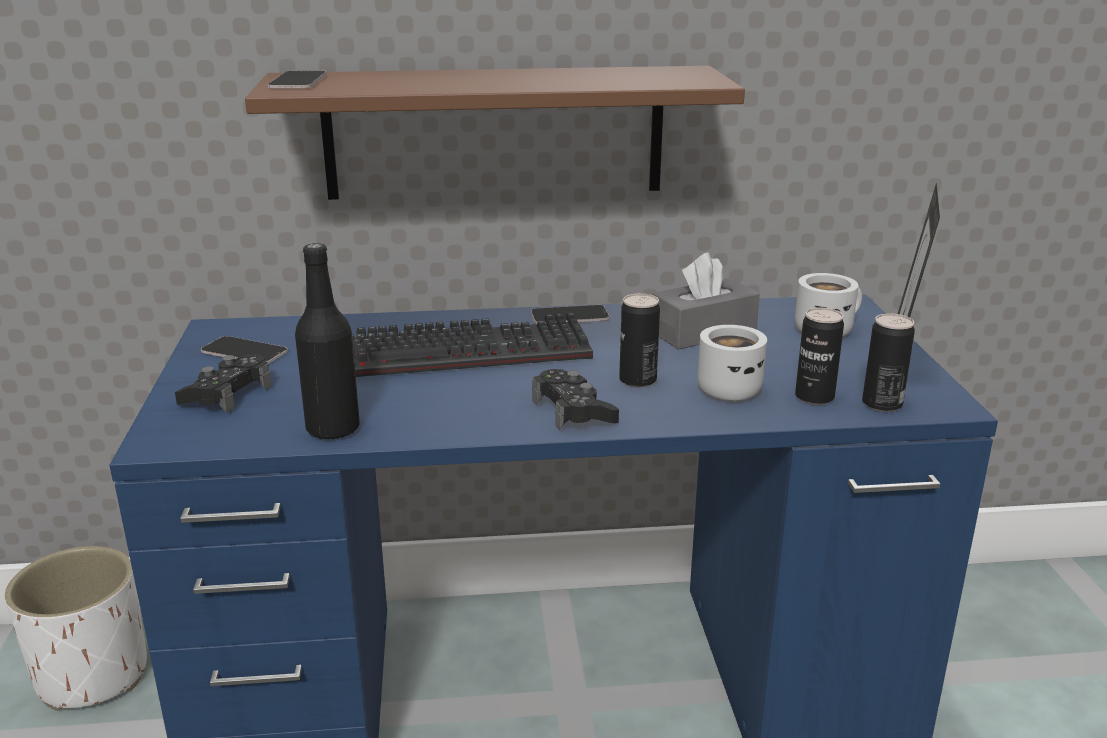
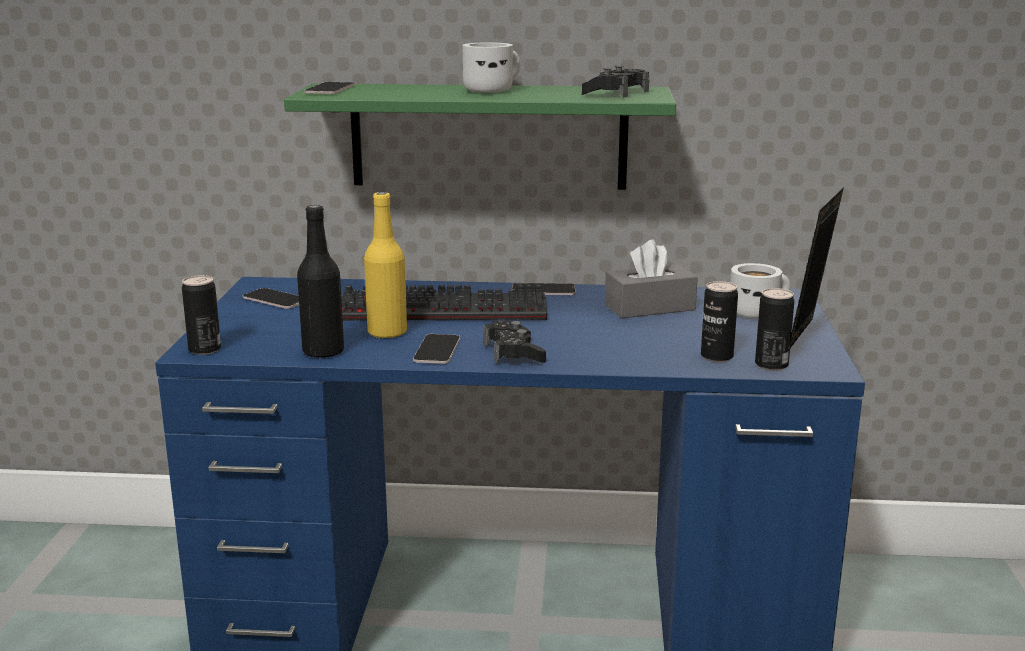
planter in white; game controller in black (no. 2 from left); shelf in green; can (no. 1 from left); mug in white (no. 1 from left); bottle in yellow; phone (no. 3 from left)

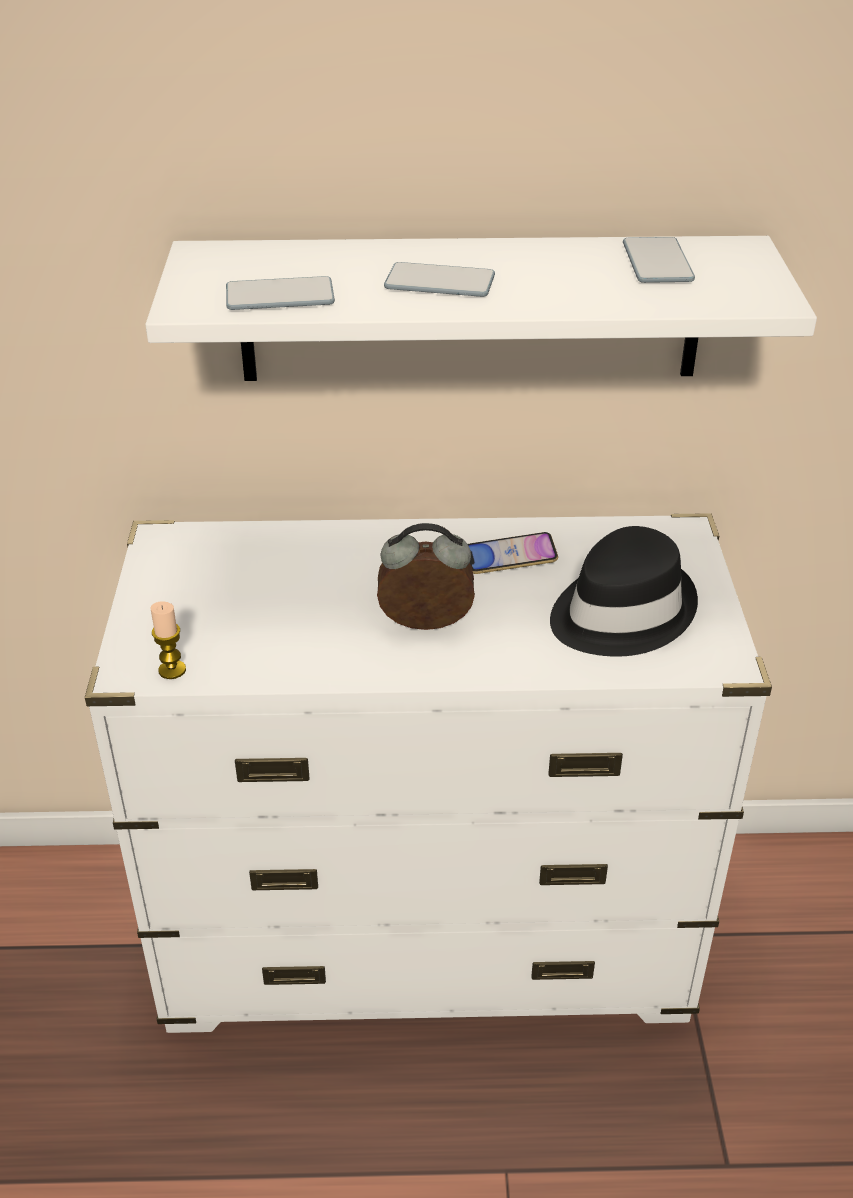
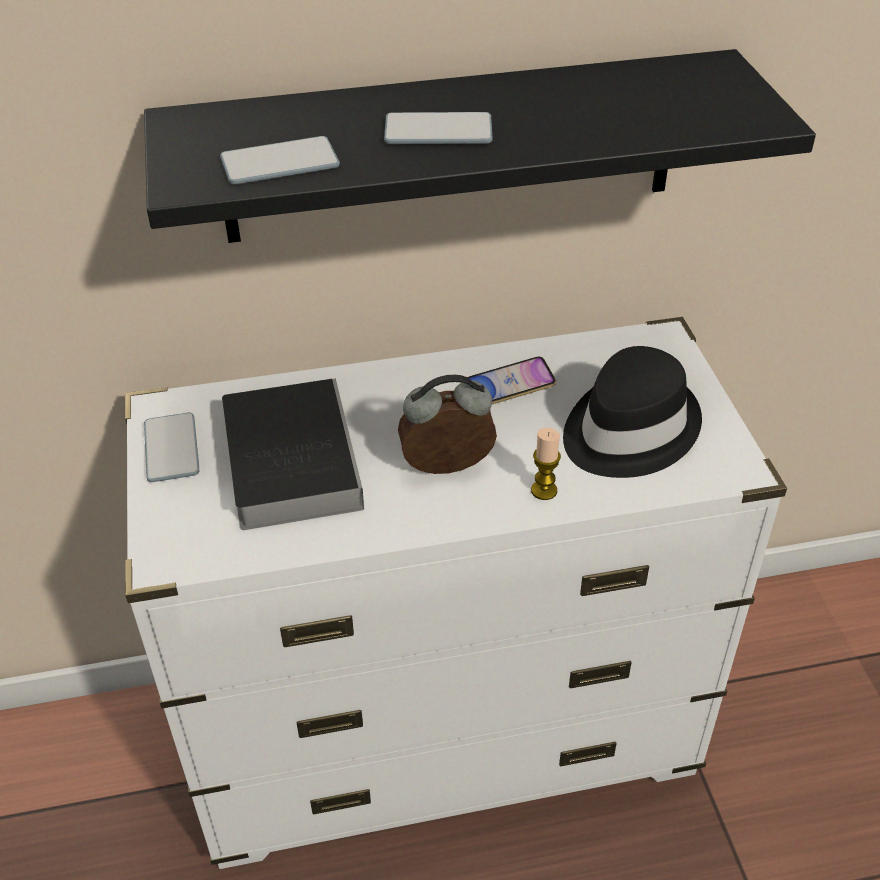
shelf in black; candle; phone (no. 1 from left); book

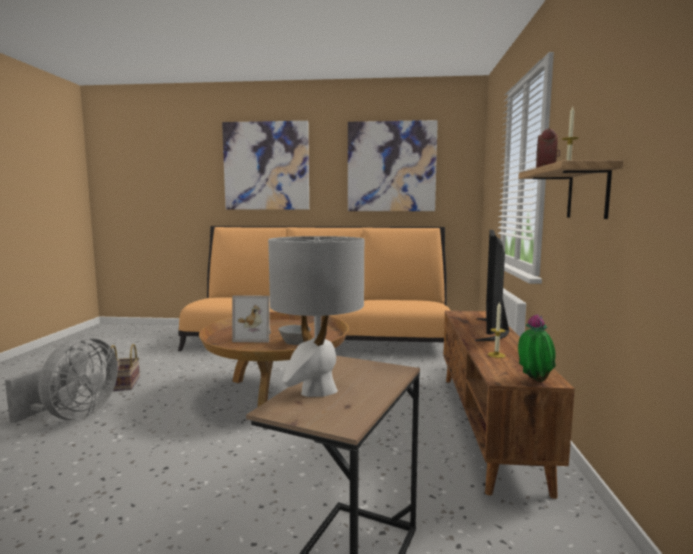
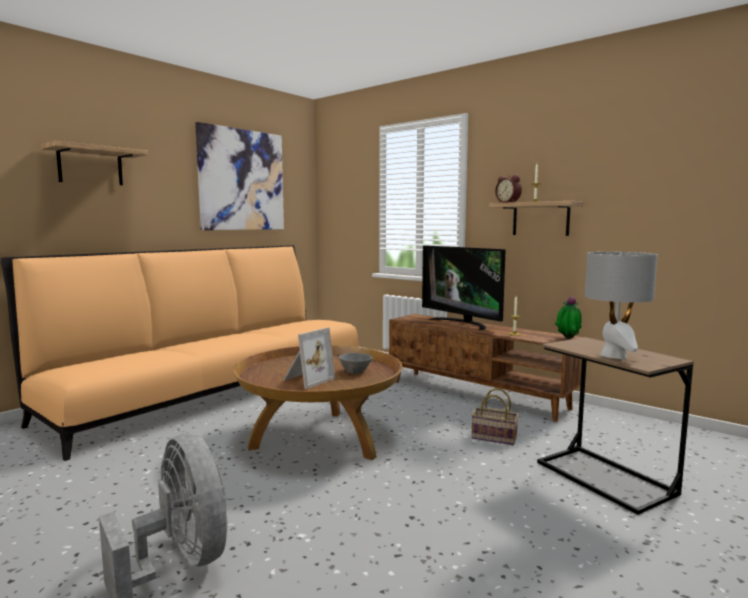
basket; shelf (no. 1 from left)

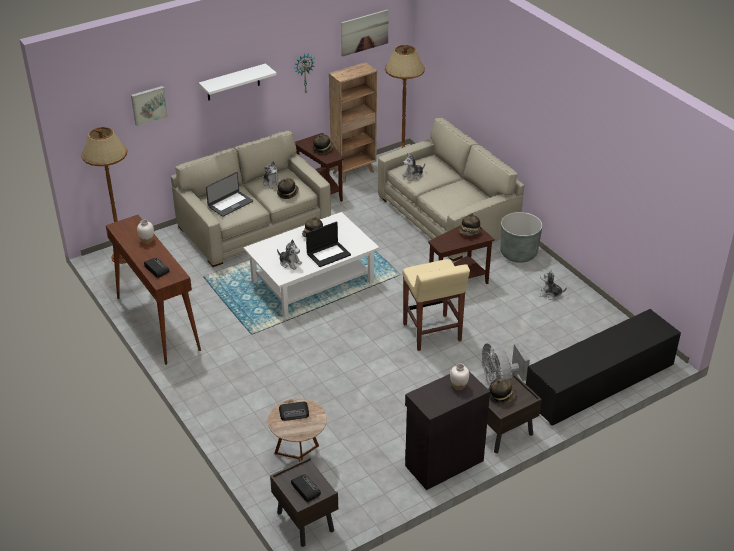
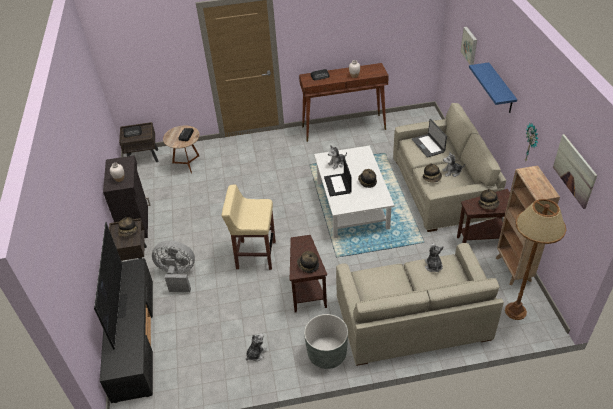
floor lamp in brown (no. 1 from left in the first image); shelf in blue; television

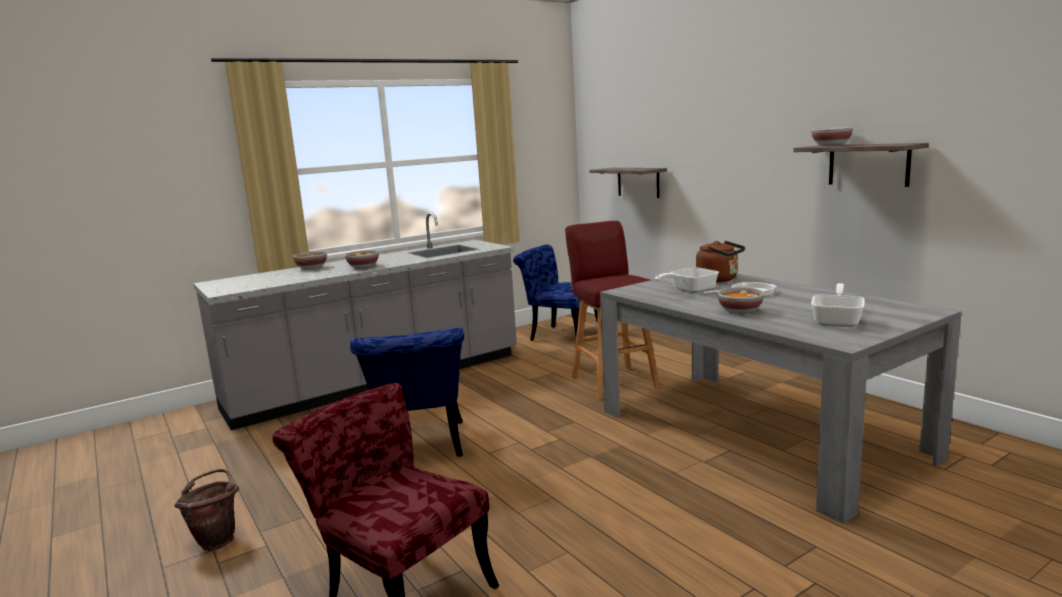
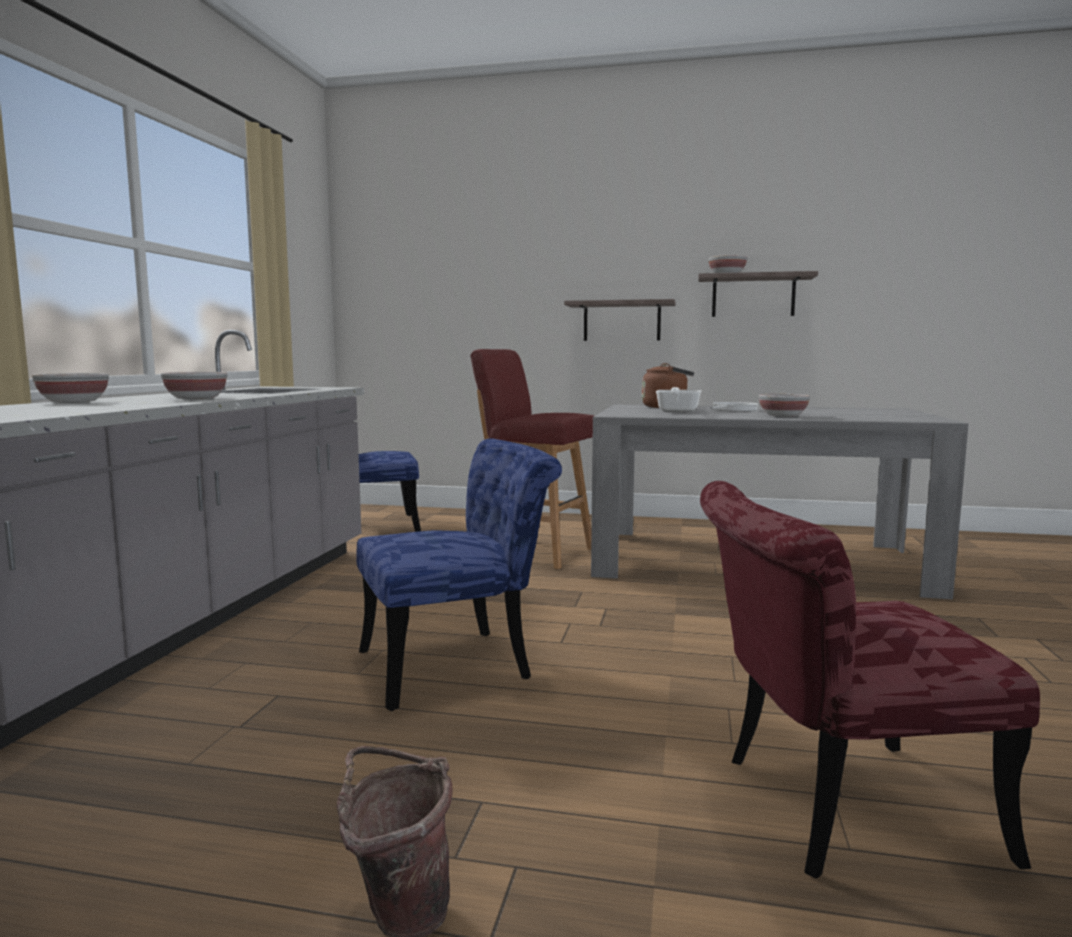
chair in blue (no. 2 from left); shelf (no. 1 from left); frying pan (no. 3 from left in the first image)

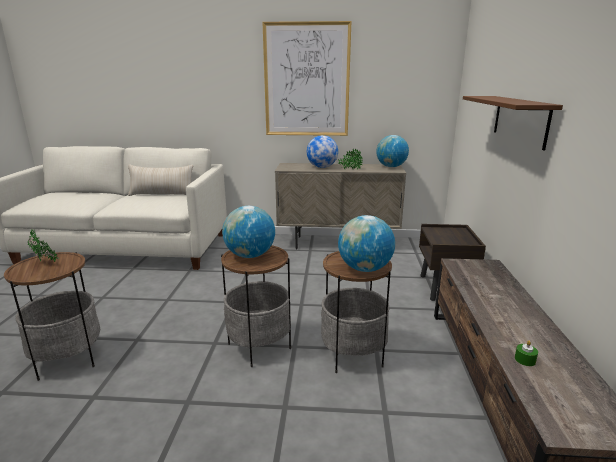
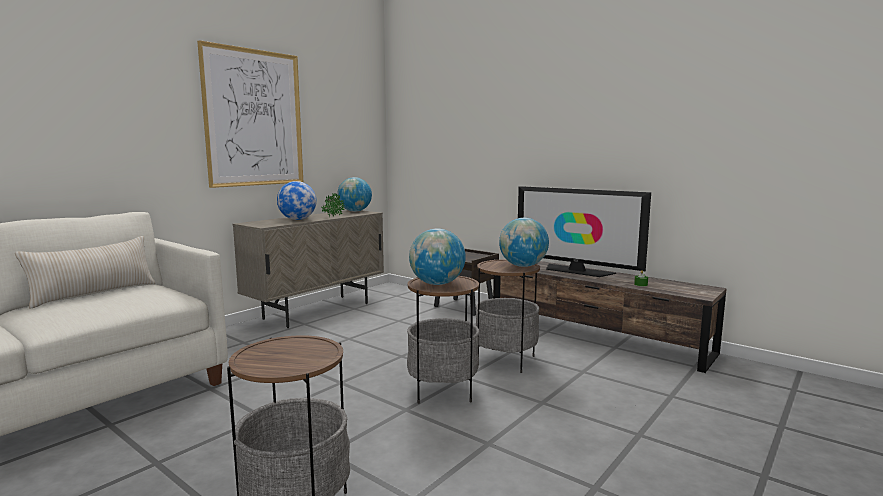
potted plant (no. 1 from left in the first image); shelf in brown; television

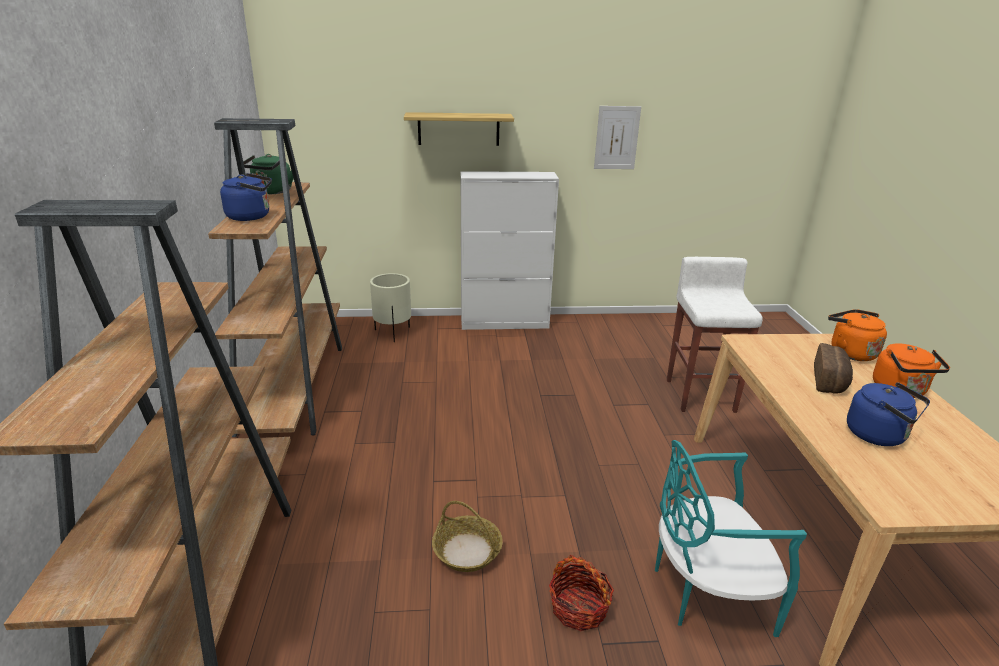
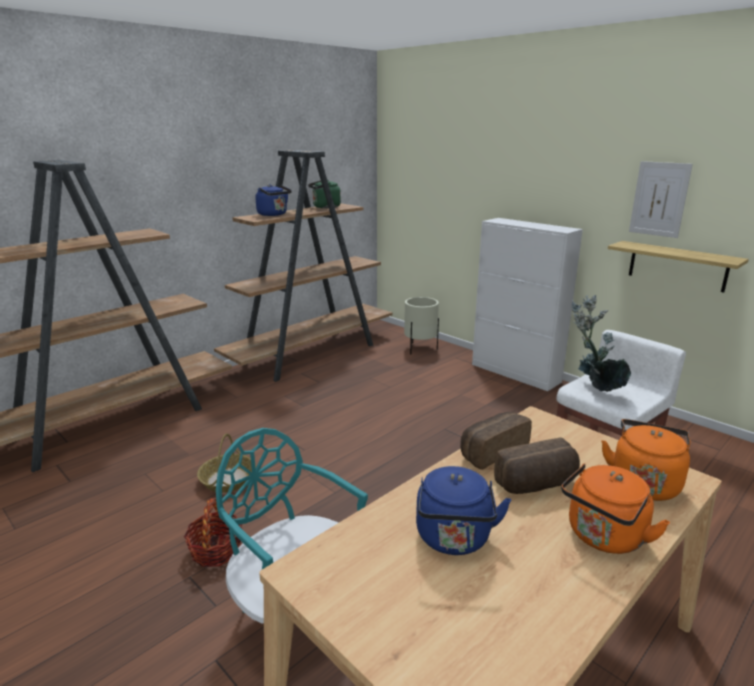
shelf; bread (no. 1 from left); potted plant

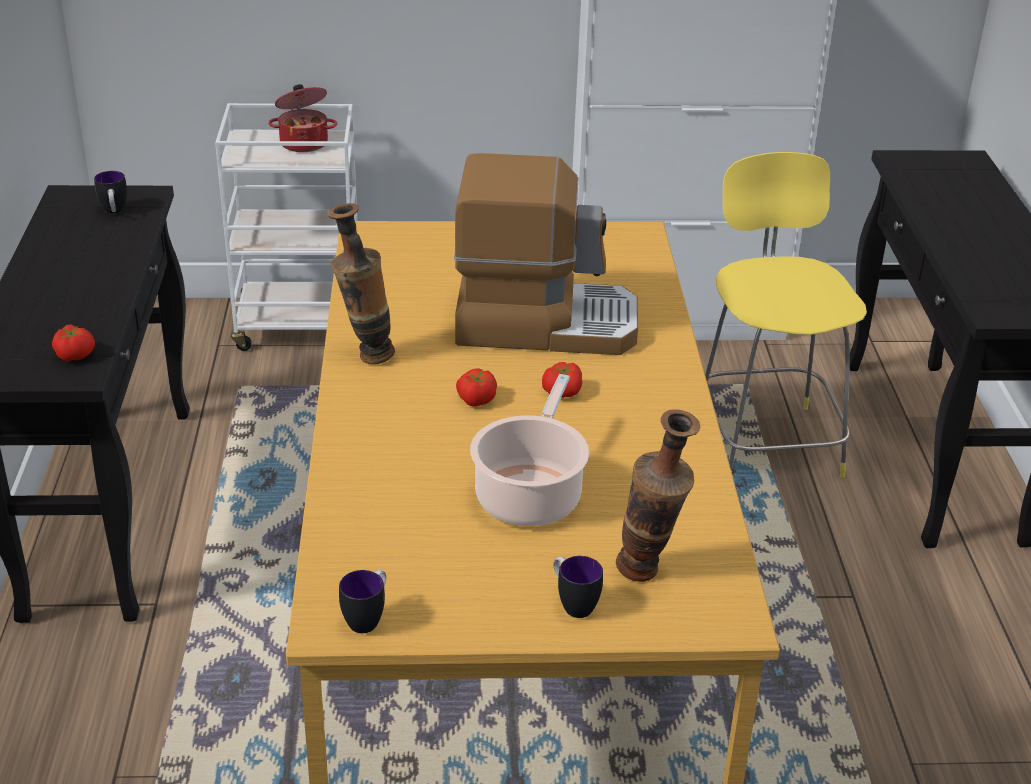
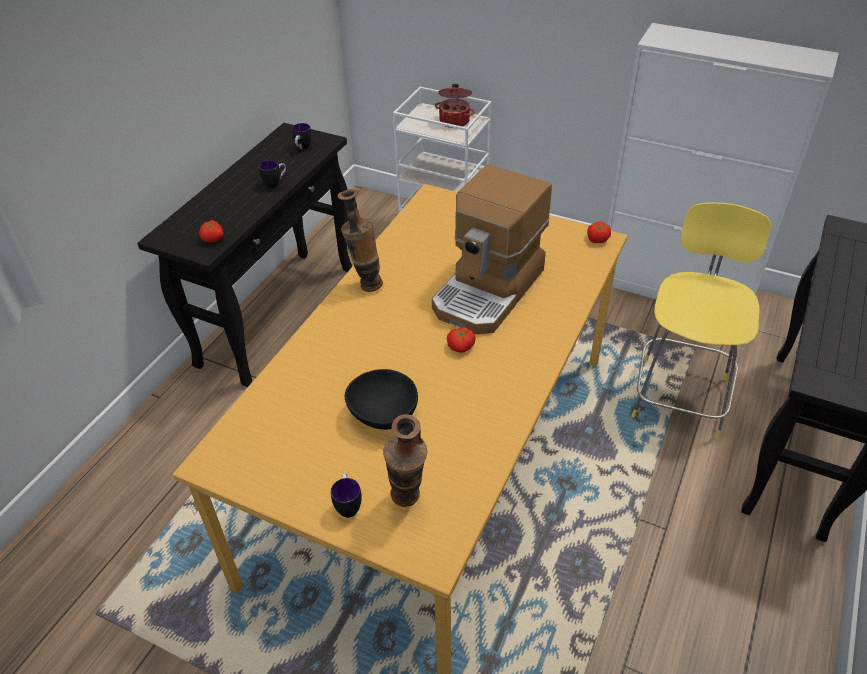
mug (no. 1 from left); coffee machine; tomato (no. 3 from left); bowl in black

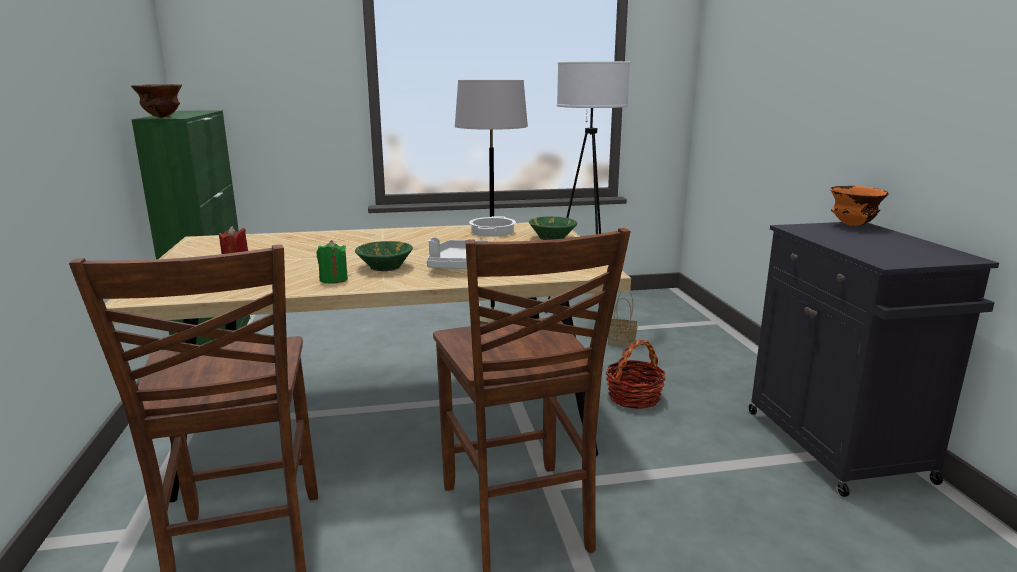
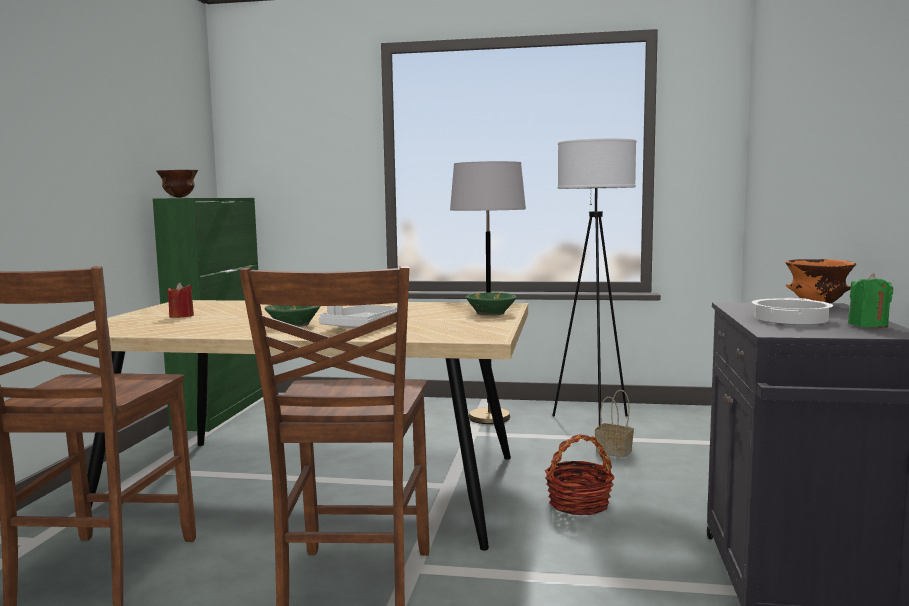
candle in green; cooking pot

